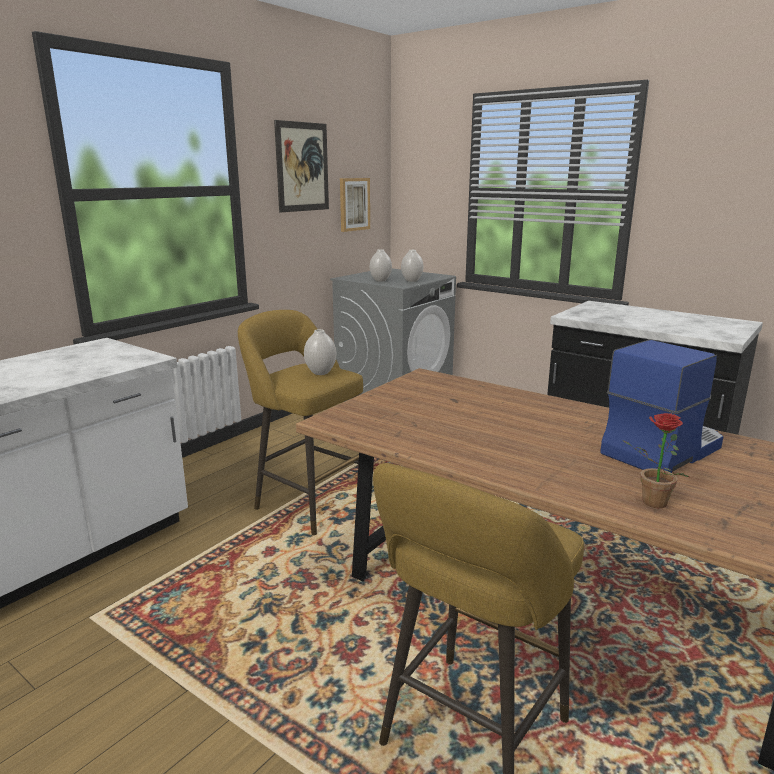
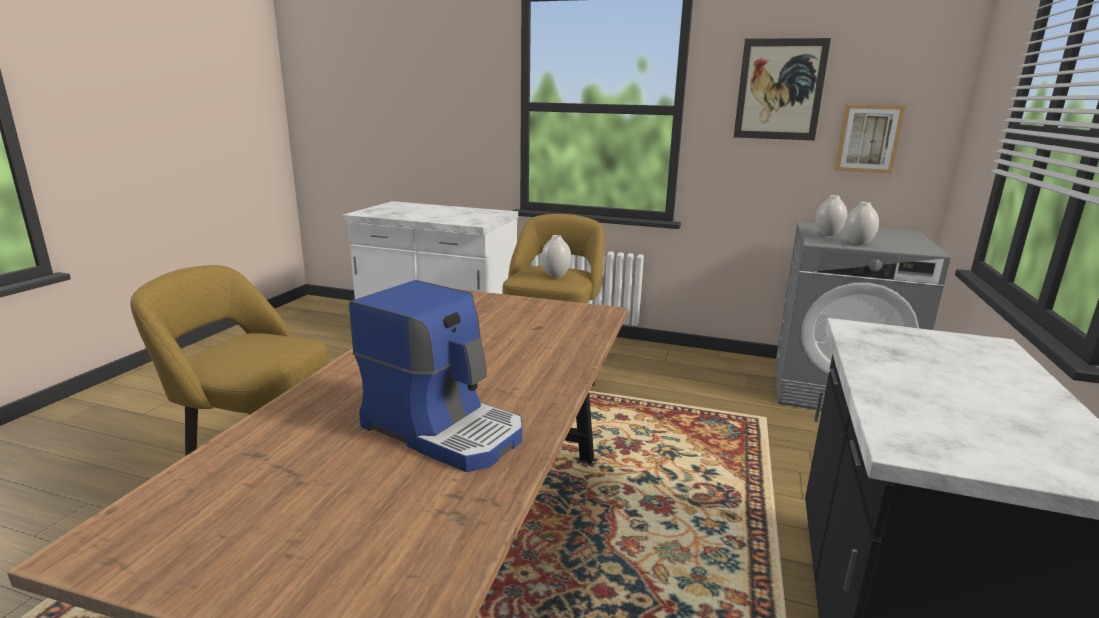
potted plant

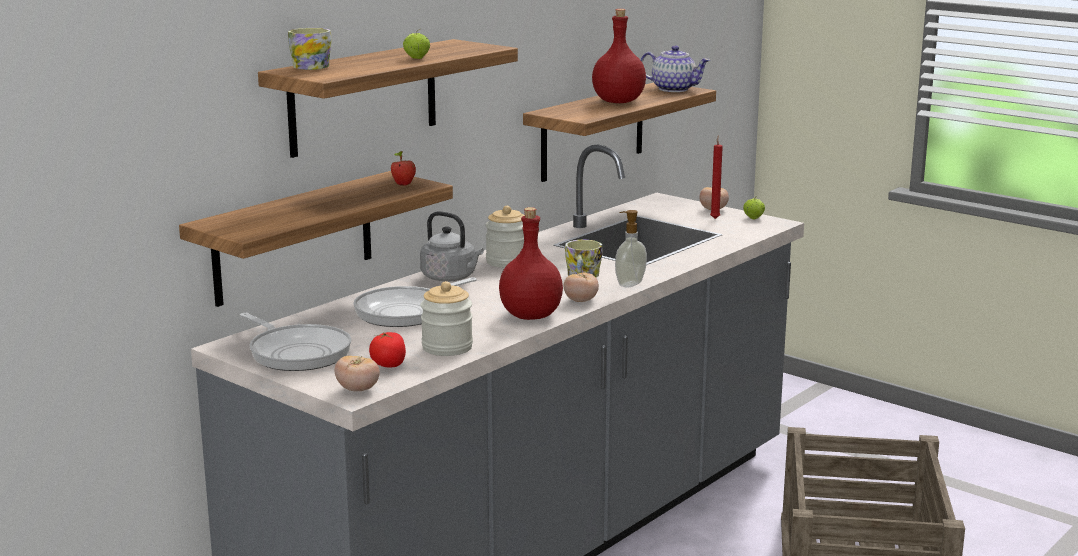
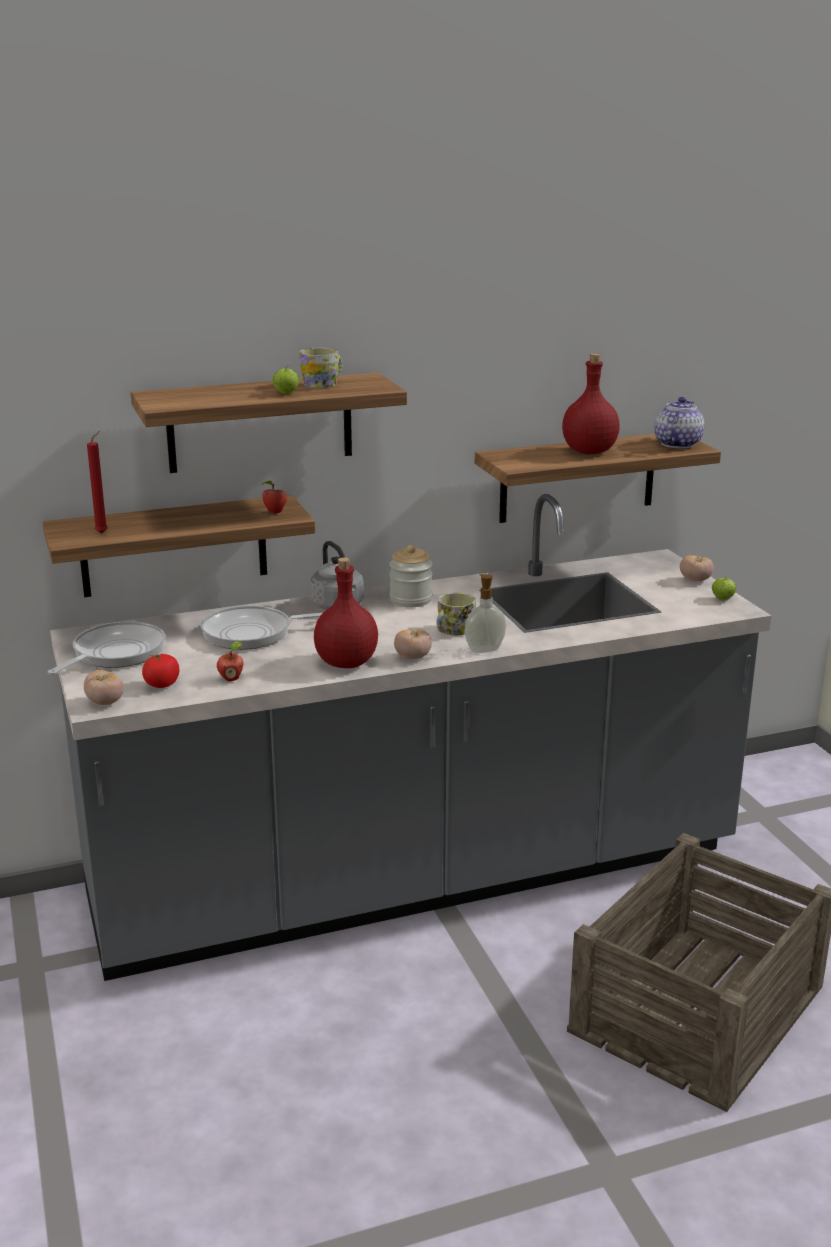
frying pan (no. 1 from left); mug (no. 1 from left); apple (no. 1 from left); teapot; candle in red

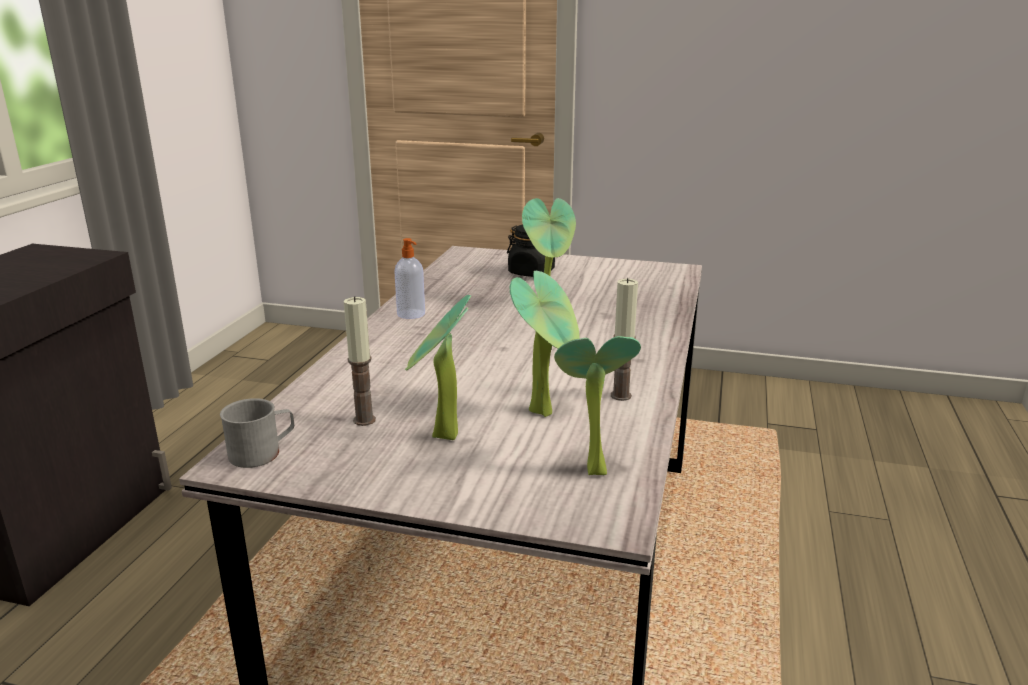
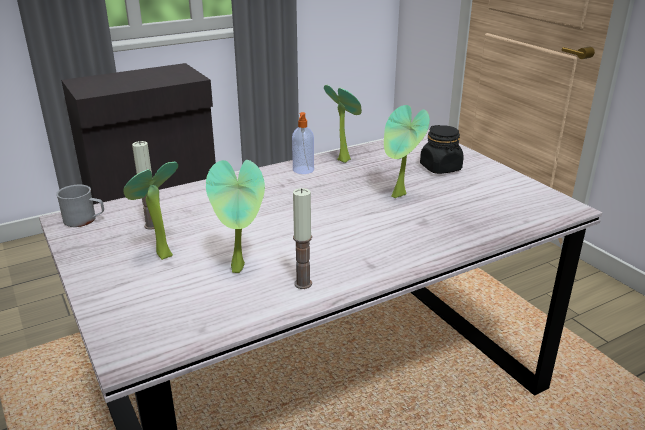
potted plant (no. 3 from left)

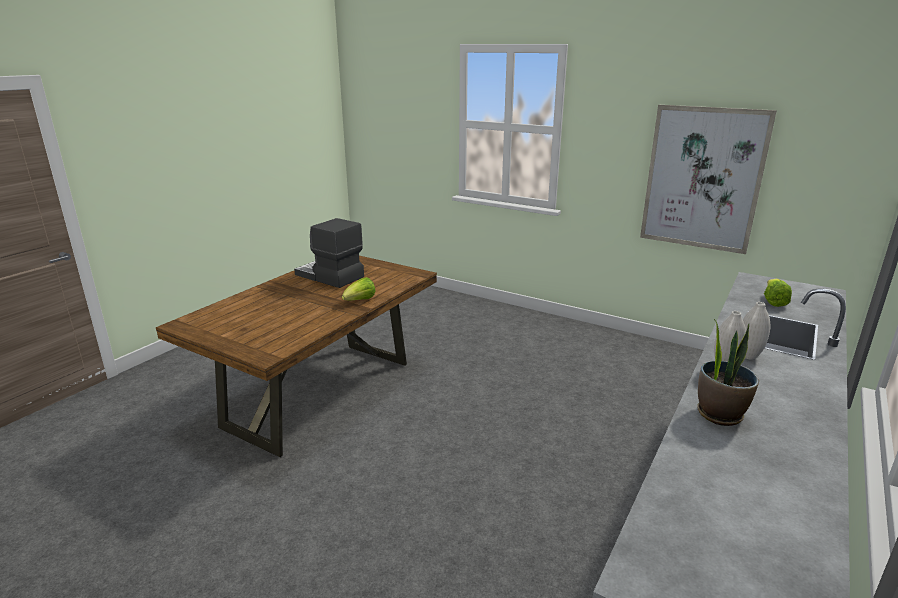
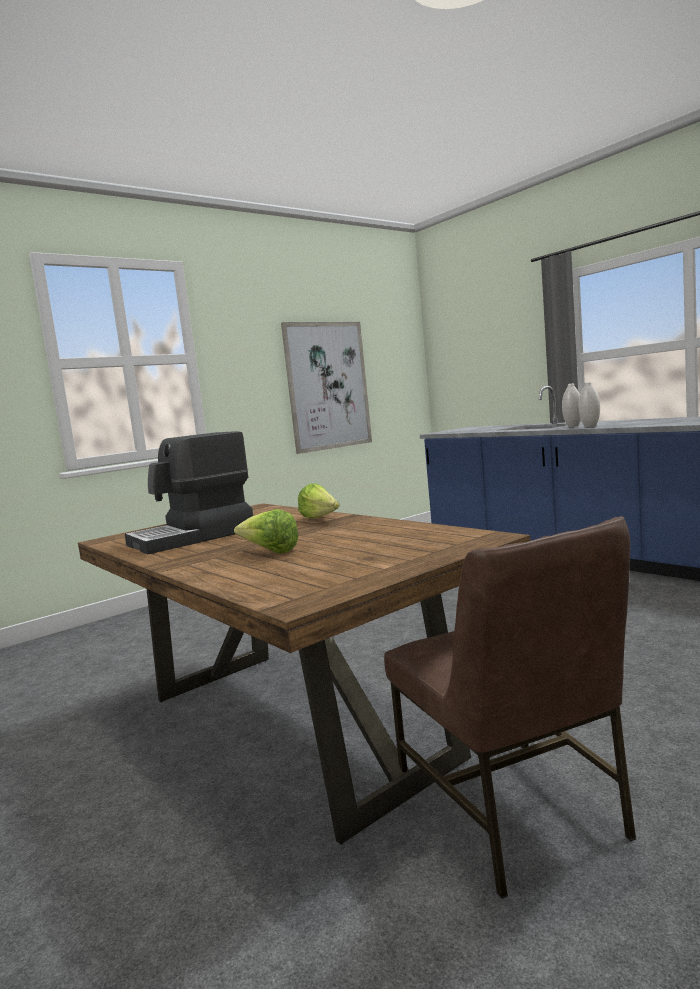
potted plant; lettuce (no. 1 from left); chair in brown

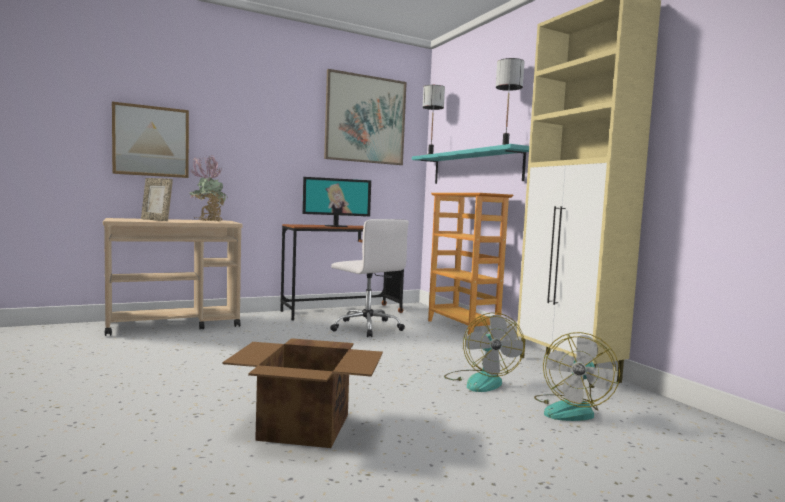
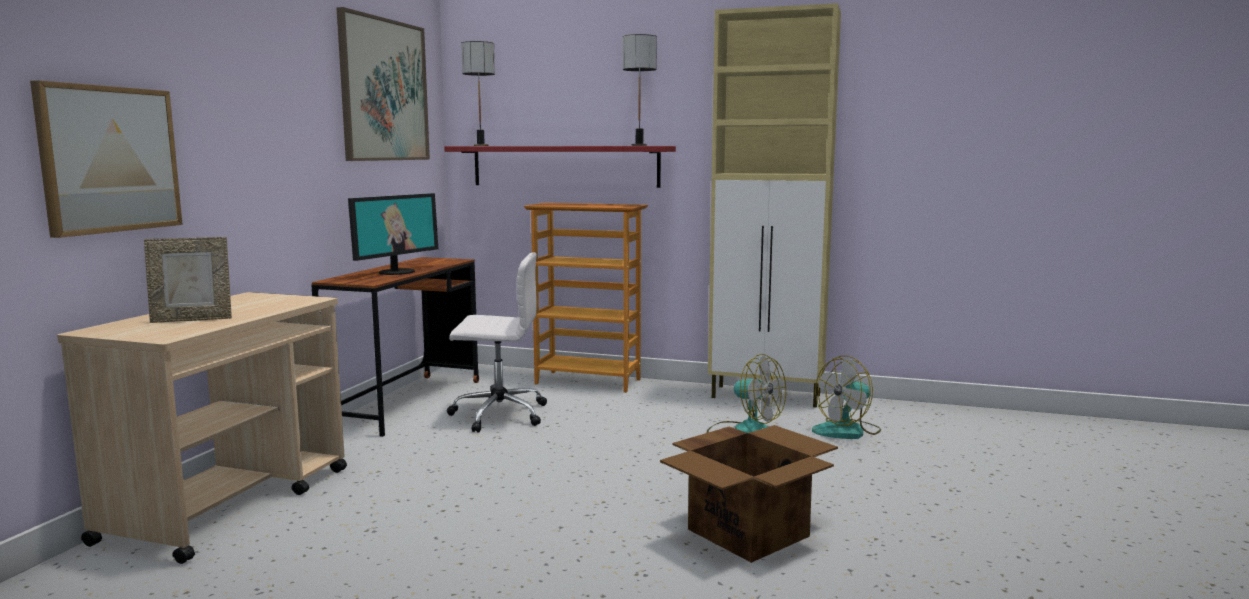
potted plant; shelf in red; fan (no. 2 from left)

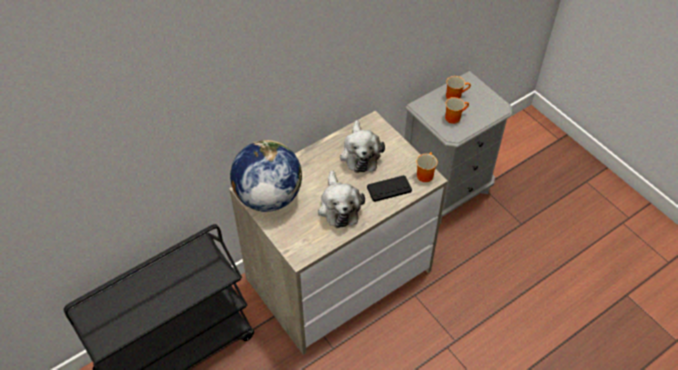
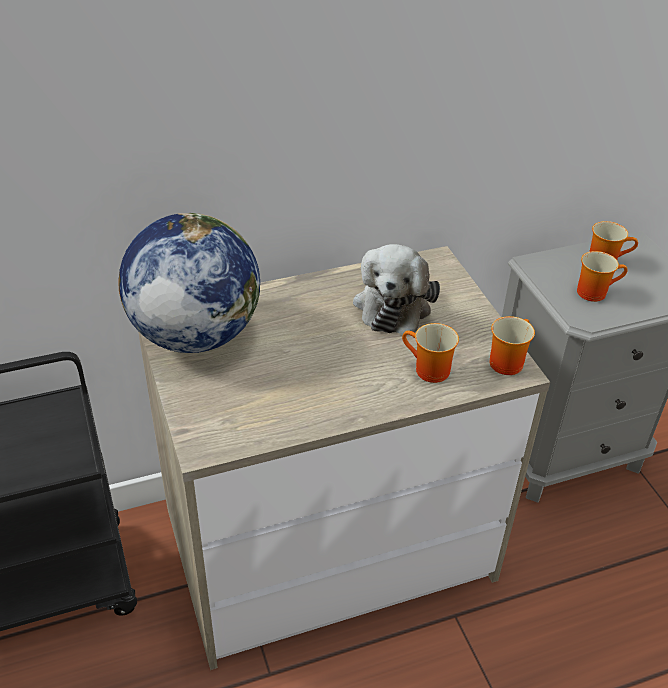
plush toy (no. 1 from left in the first image); mug (no. 1 from left)

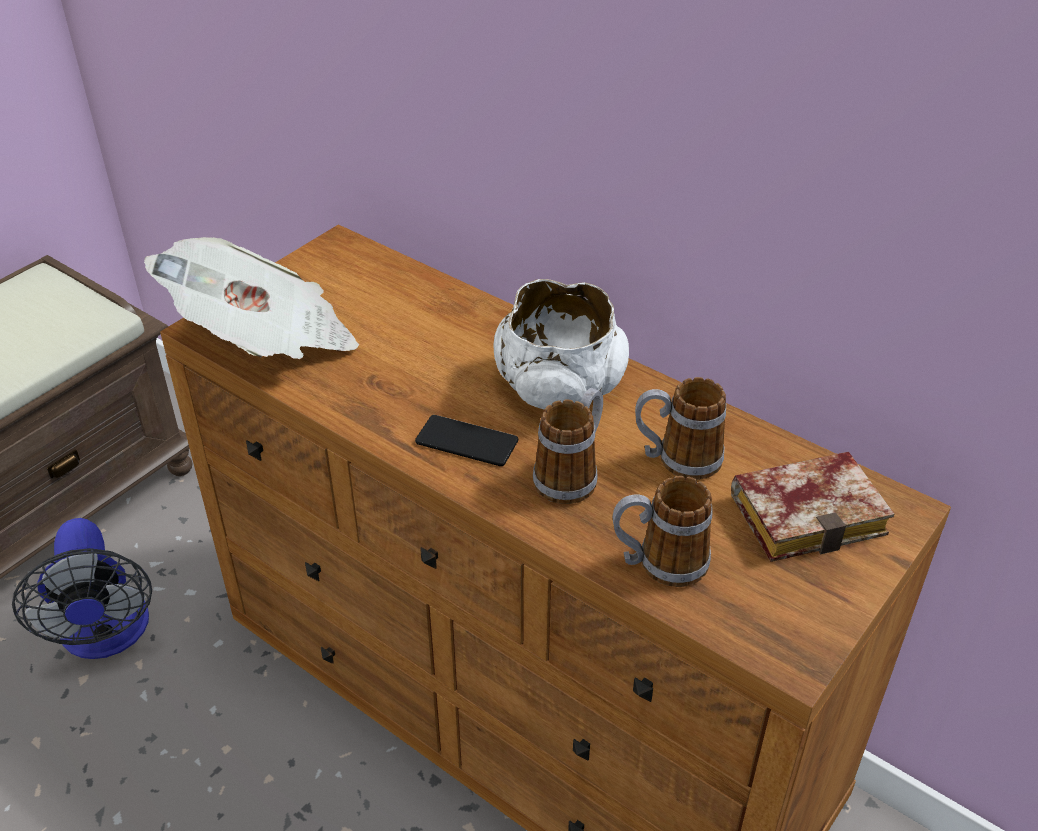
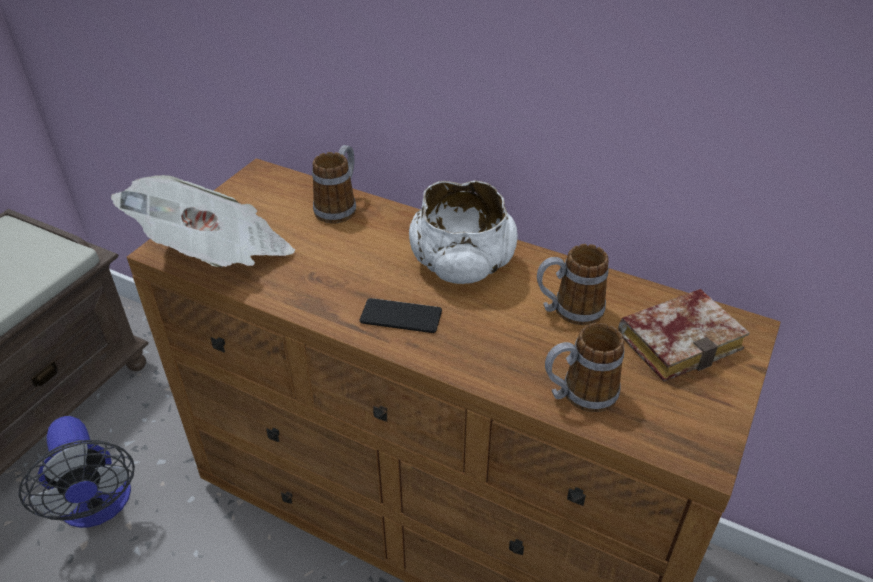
mug (no. 1 from left)

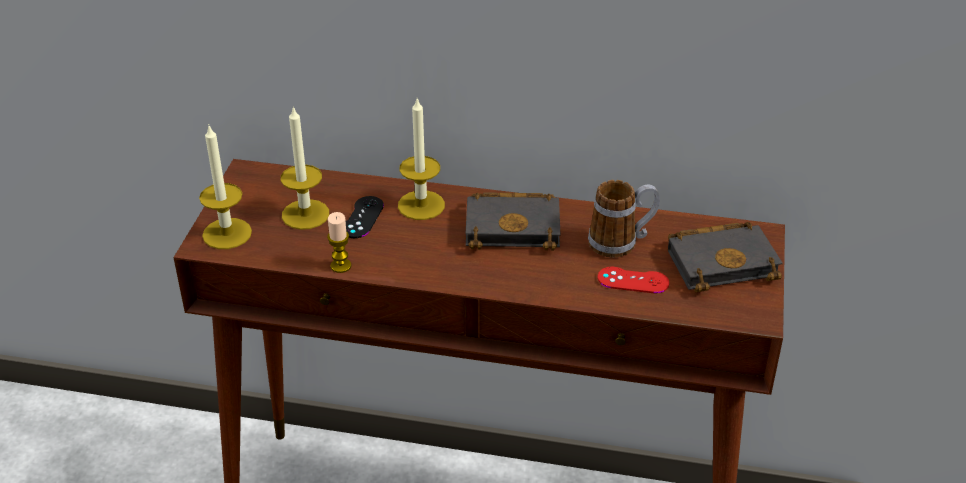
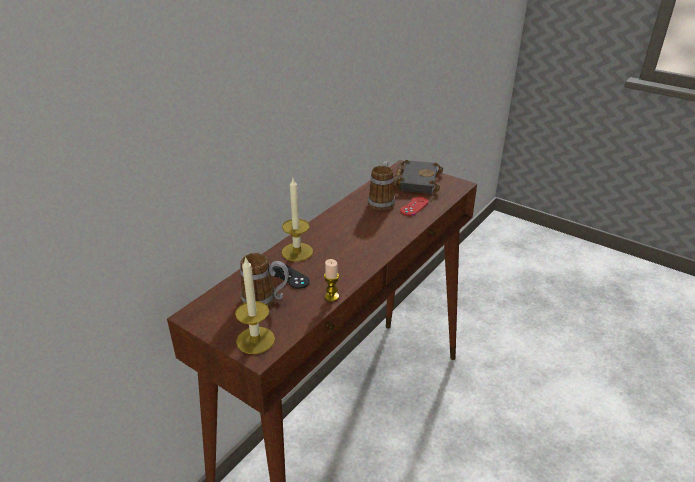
mug (no. 1 from left); book in black (no. 1 from left in the first image)

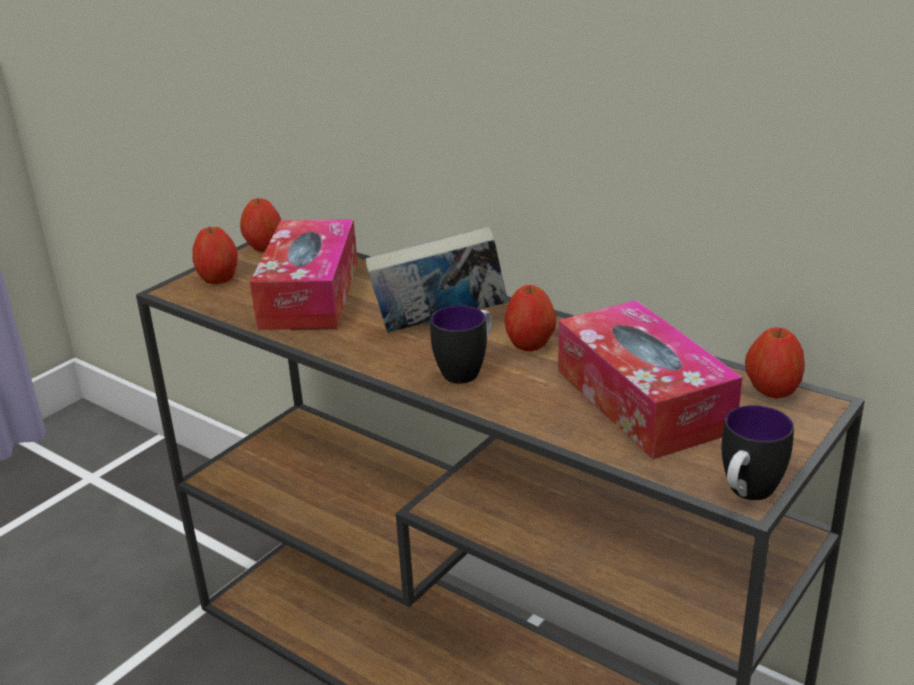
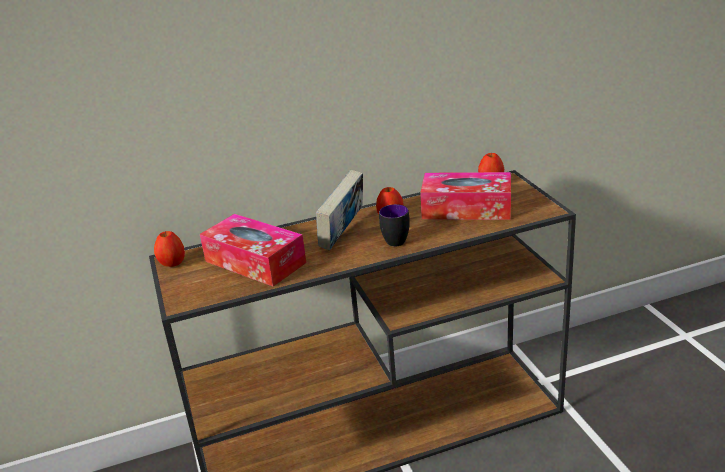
apple (no. 1 from left in the first image); mug (no. 2 from left in the first image)

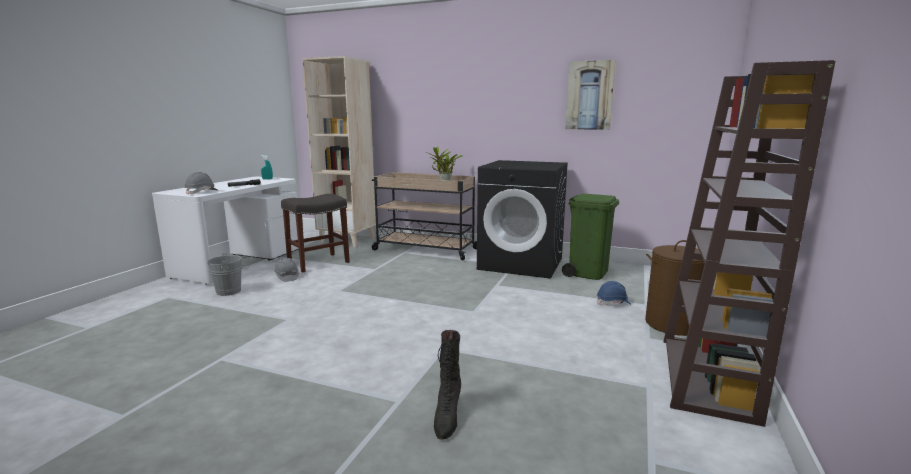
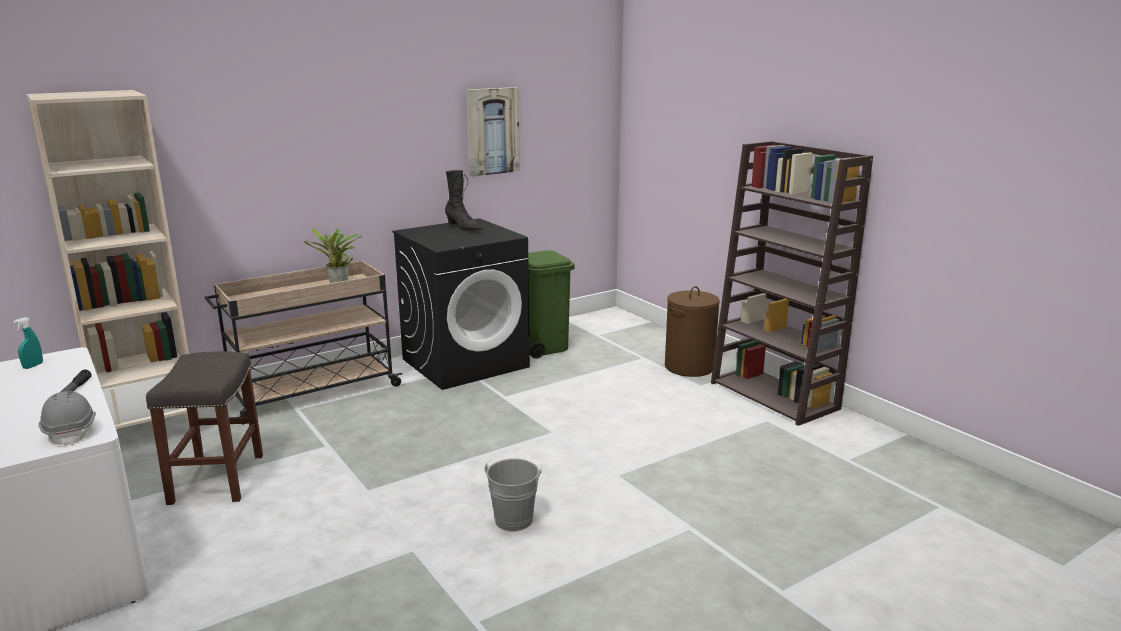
bucket in grey; hard hat in grey (no. 2 from left in the first image); boot in black; hard hat in blue

